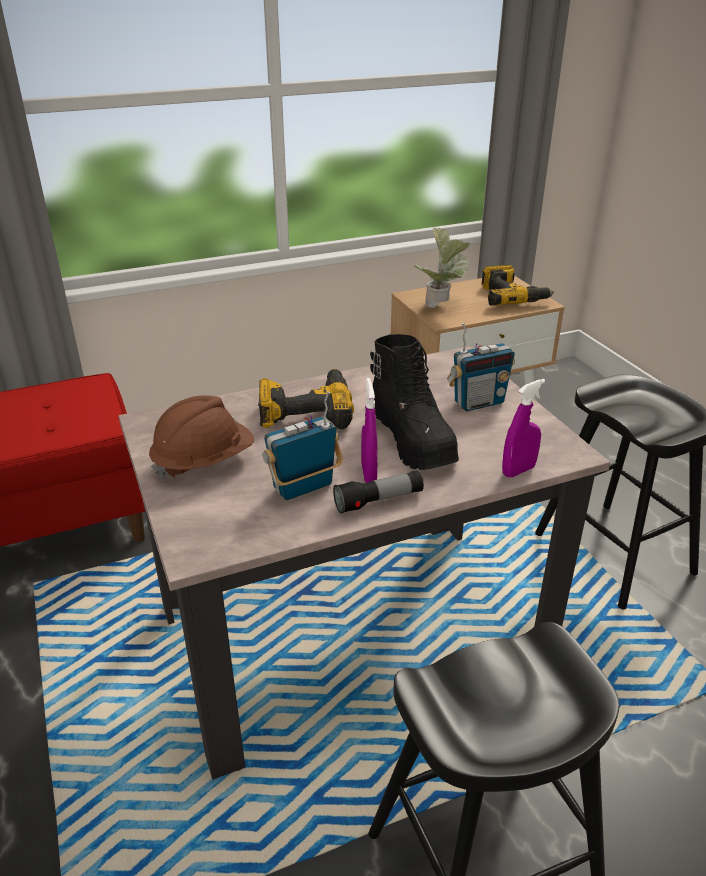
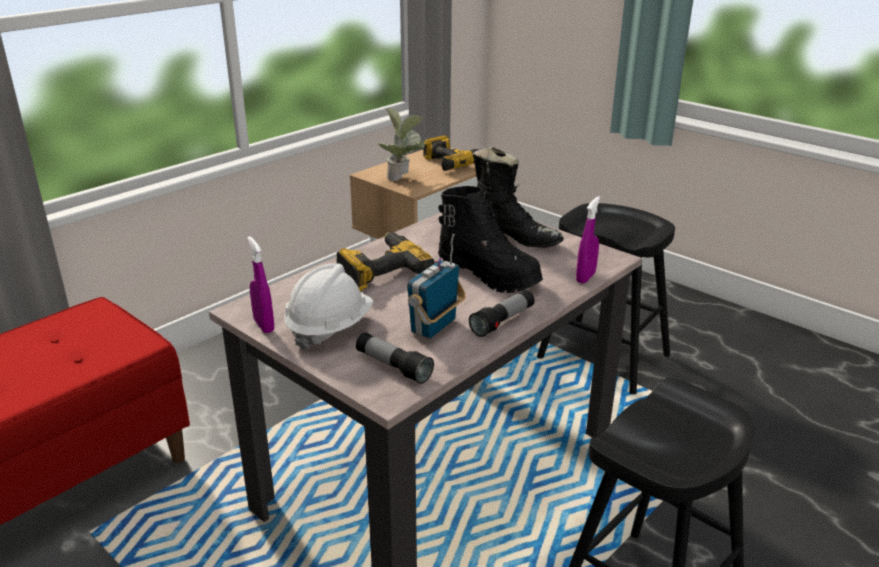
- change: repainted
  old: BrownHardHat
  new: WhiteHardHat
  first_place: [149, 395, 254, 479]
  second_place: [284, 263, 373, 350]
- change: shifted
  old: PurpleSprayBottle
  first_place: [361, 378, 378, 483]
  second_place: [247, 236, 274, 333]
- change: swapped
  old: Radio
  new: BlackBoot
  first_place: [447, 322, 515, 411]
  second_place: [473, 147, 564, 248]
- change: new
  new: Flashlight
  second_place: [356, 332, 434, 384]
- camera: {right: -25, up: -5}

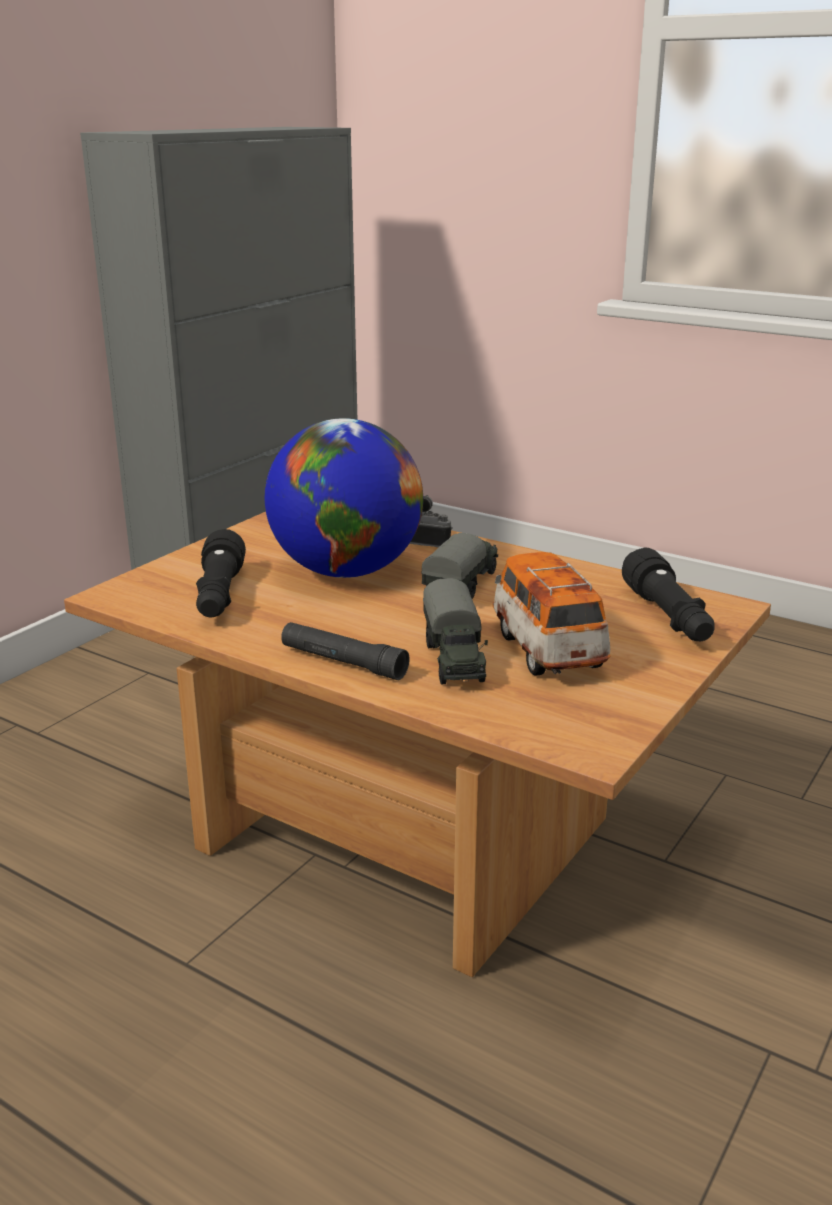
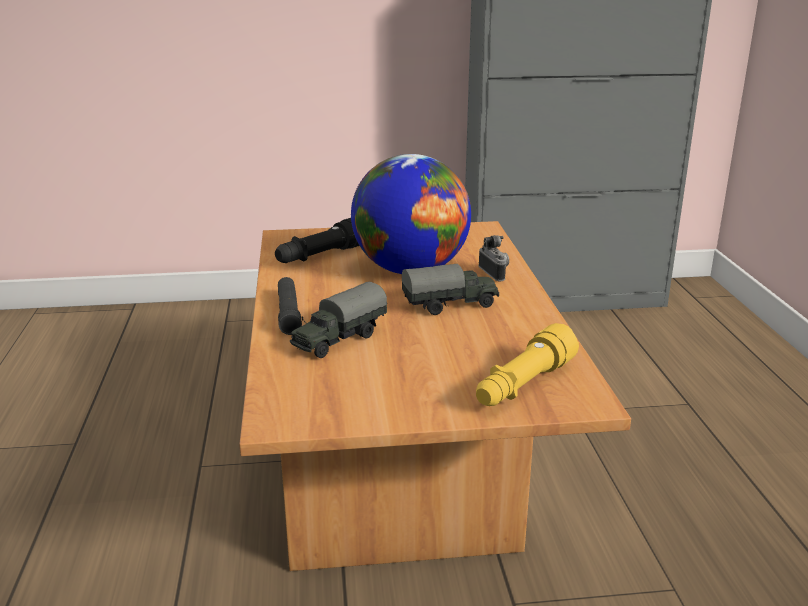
- change: gone
  old: ToyCar
  first_place: [493, 552, 610, 676]
- change: repainted
  old: BlackFlashlight
  new: YellowFlashlight
  first_place: [622, 547, 715, 641]
  second_place: [476, 323, 579, 406]
- camera: {right: 50, up: 0}

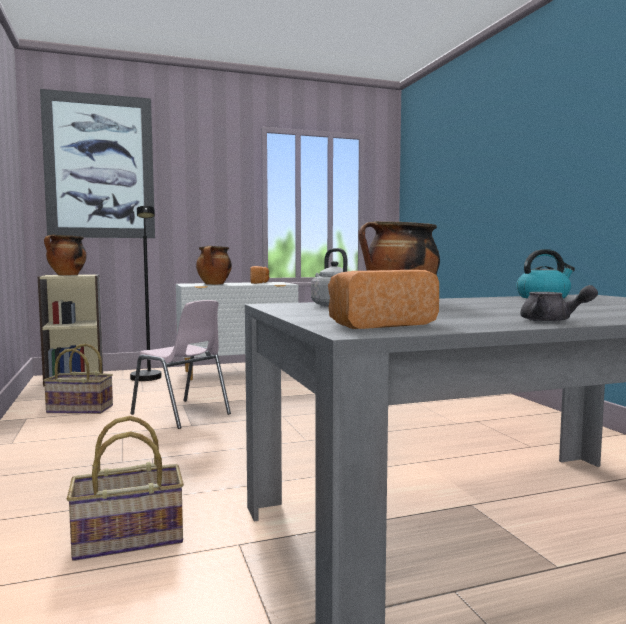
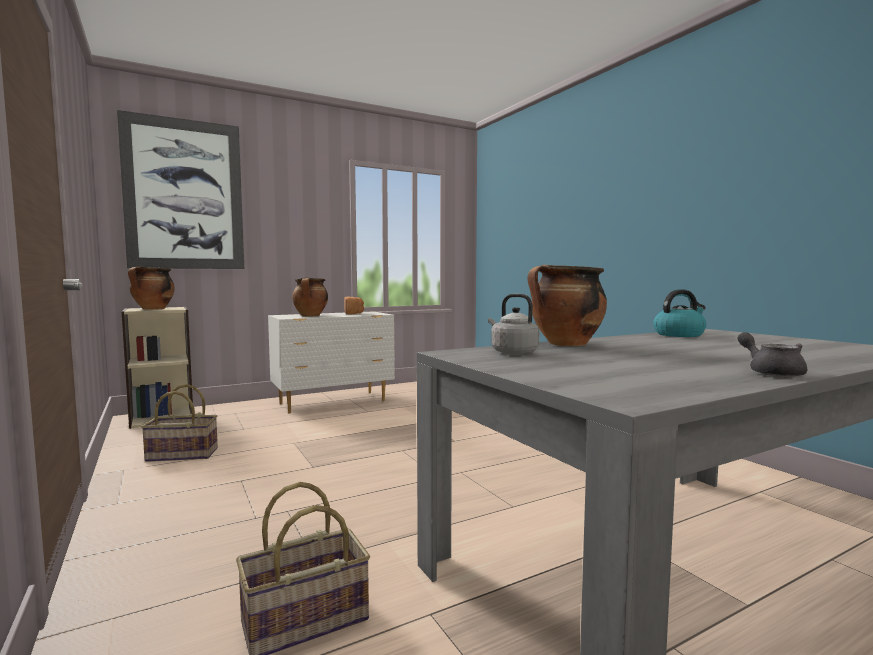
- change: gone
  old: BlackFloorLamp
  first_place: [130, 206, 161, 381]
- change: gone
  old: PinkChair
  first_place: [130, 300, 231, 429]
- change: gone
  old: Bread
  first_place: [328, 270, 439, 329]
- change: rotated
  old: GreyTeapot
  first_place: [520, 285, 598, 322]
  second_place: [737, 332, 807, 377]
  degrees: -135
- camera: {right: -10, up: 0}

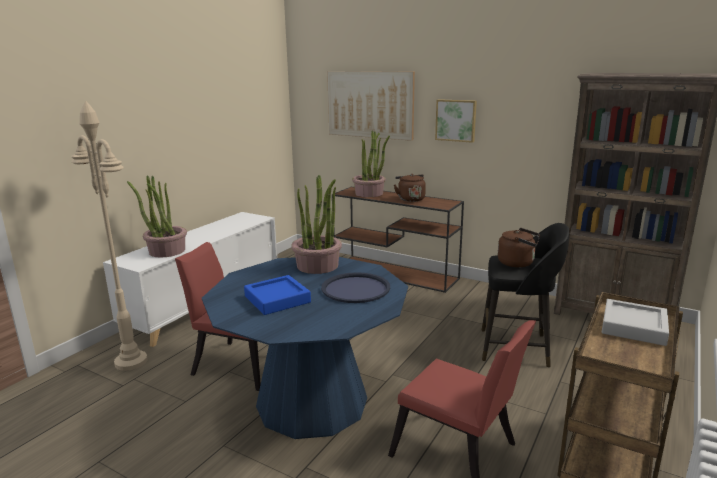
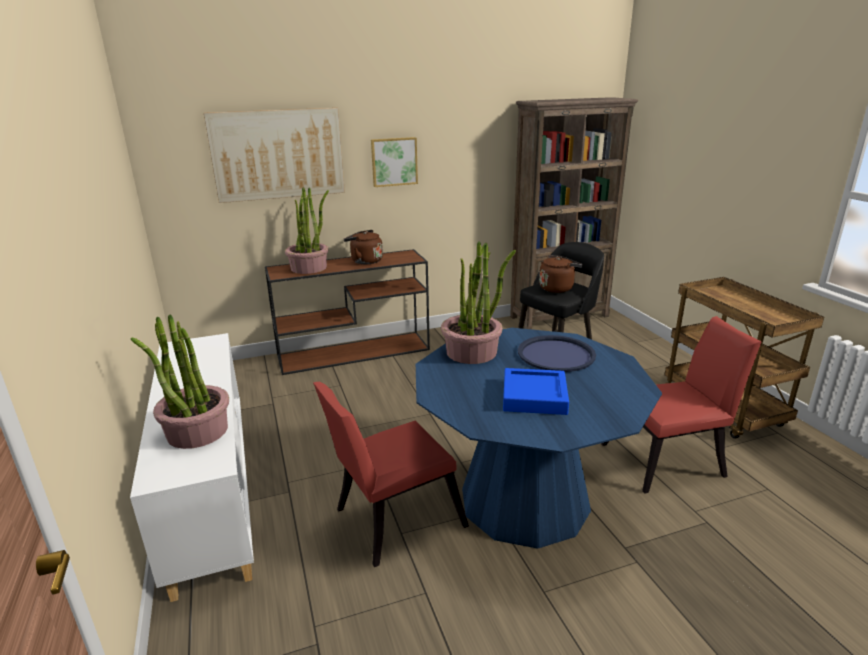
- change: gone
  old: BeigeFloorLamp
  first_place: [71, 100, 148, 371]
- change: gone
  old: GreyTray
  first_place: [602, 299, 669, 346]
- camera: {right: -50, up: 5}

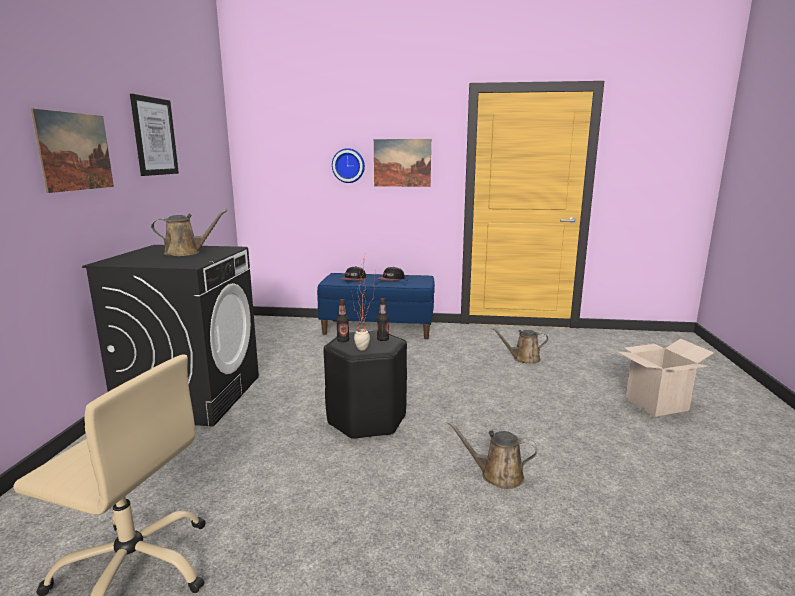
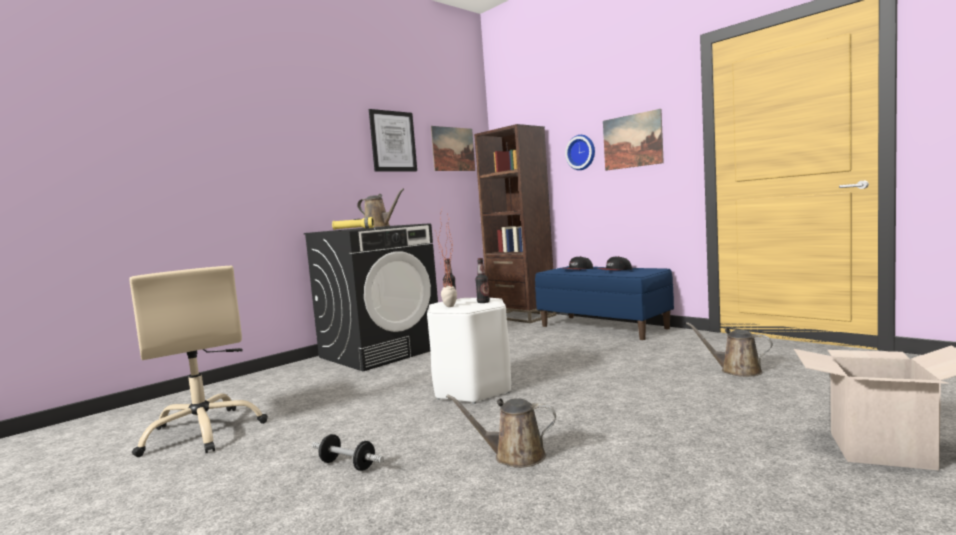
- change: shifted
  old: Picture
  first_place: [31, 109, 114, 193]
  second_place: [431, 126, 475, 171]
- change: repainted
  old: BlackStool
  new: WhiteStool
  first_place: [323, 331, 407, 440]
  second_place: [427, 298, 511, 404]
- change: rotated
  old: BrownWateringCan
  first_place: [446, 421, 537, 489]
  second_place: [446, 394, 556, 468]
  degrees: -45
- change: new
  new: Dumbbell
  second_place: [312, 434, 384, 471]
- change: new
  new: YellowFlashlight
  second_place: [332, 217, 374, 230]
- change: new
  new: BrownBookcase
  second_place: [474, 124, 556, 323]
- camera: {right: 40, up: -10}

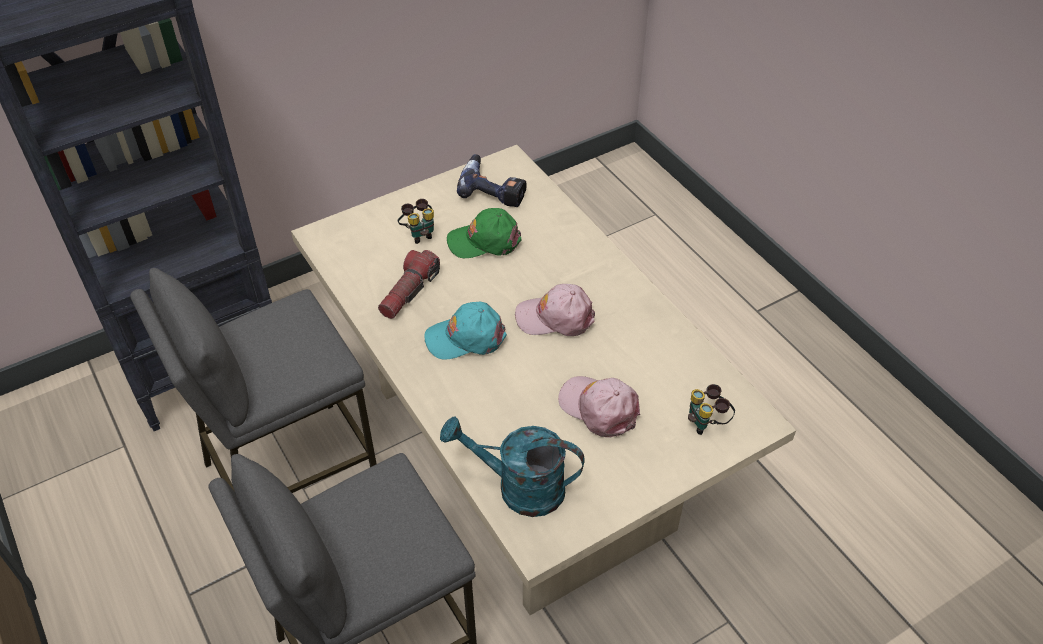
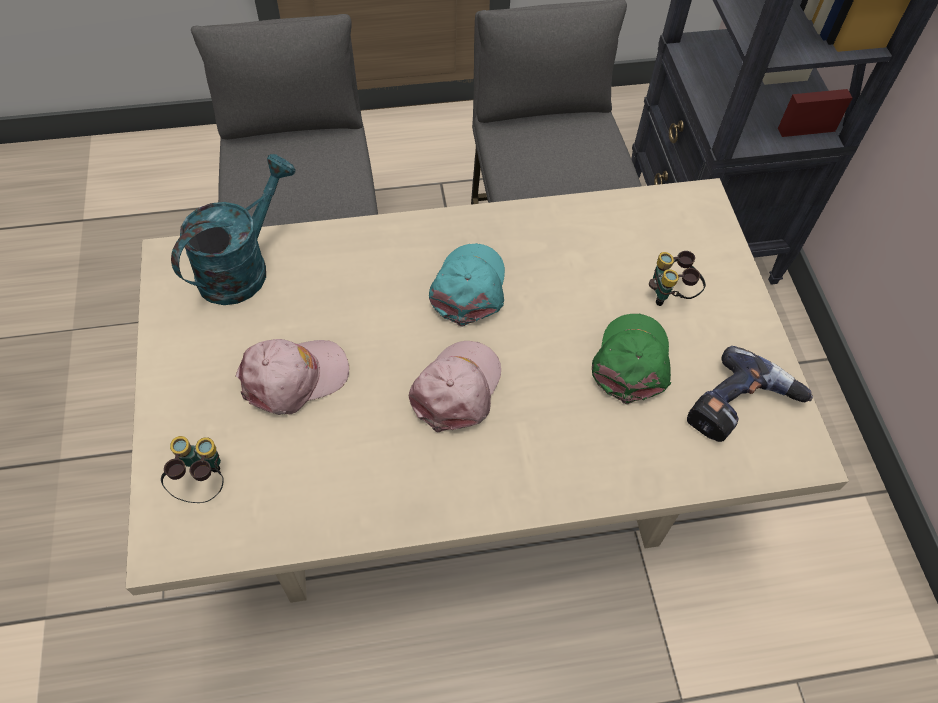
- change: gone
  old: Flashlight
  first_place: [378, 250, 440, 319]
- camera: {right: 110, up: 10}

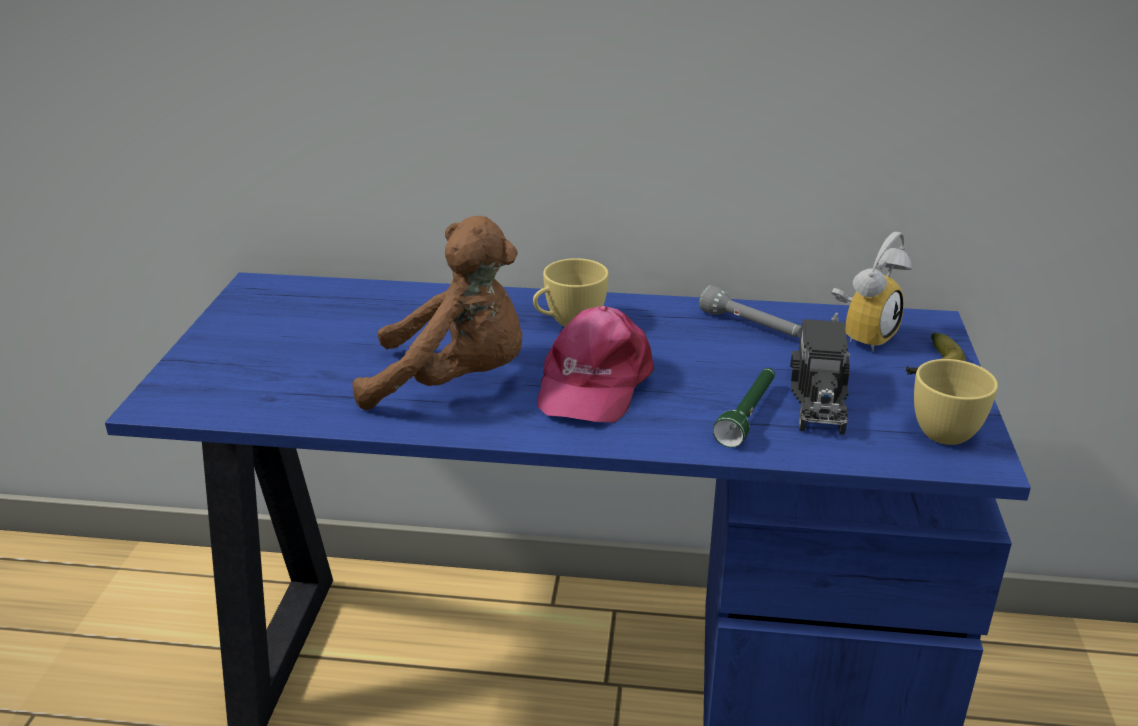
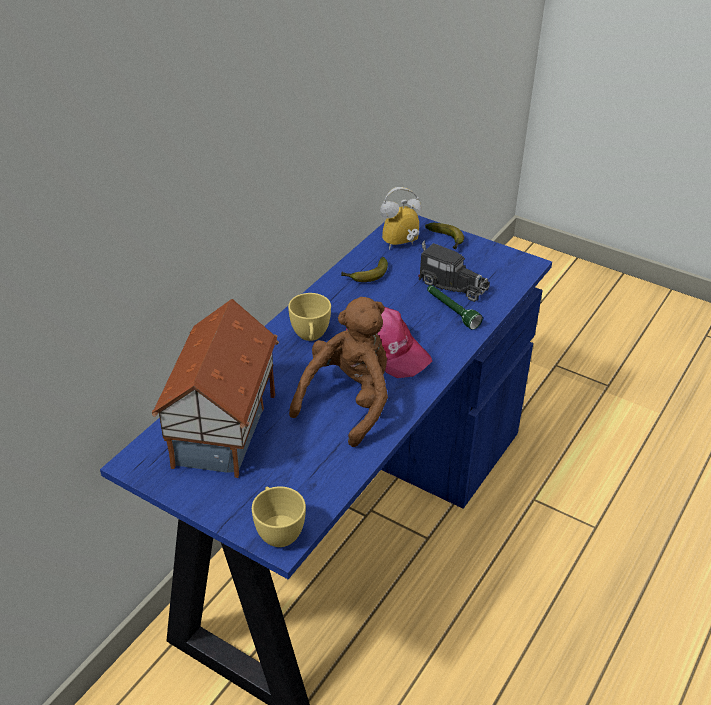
- change: swapped
  old: GreyFlashlight
  new: Banana
  first_place: [699, 285, 802, 337]
  second_place: [341, 257, 388, 282]
- change: rotated
  old: AlarmClock
  first_place: [832, 232, 912, 352]
  second_place: [380, 187, 422, 250]
  degrees: -90
- change: shifted
  old: YellowCup
  first_place: [914, 359, 998, 445]
  second_place: [252, 486, 306, 547]
- change: new
  new: ToyHouse
  second_place: [151, 299, 279, 478]
- camera: {right: -65, up: 10}

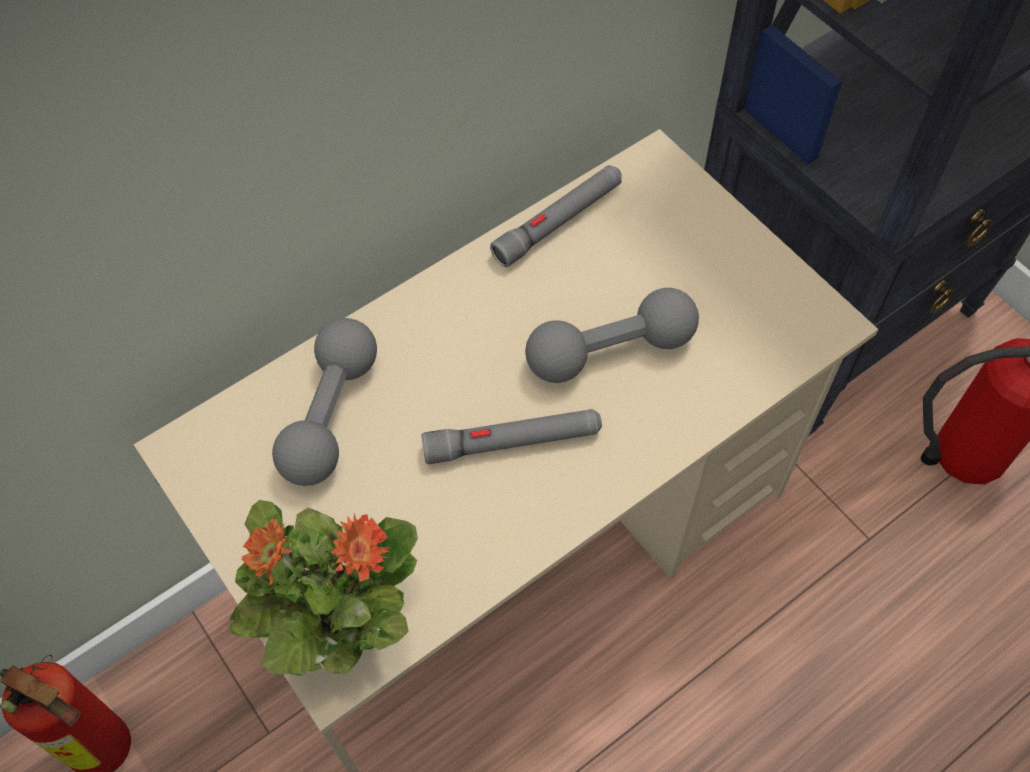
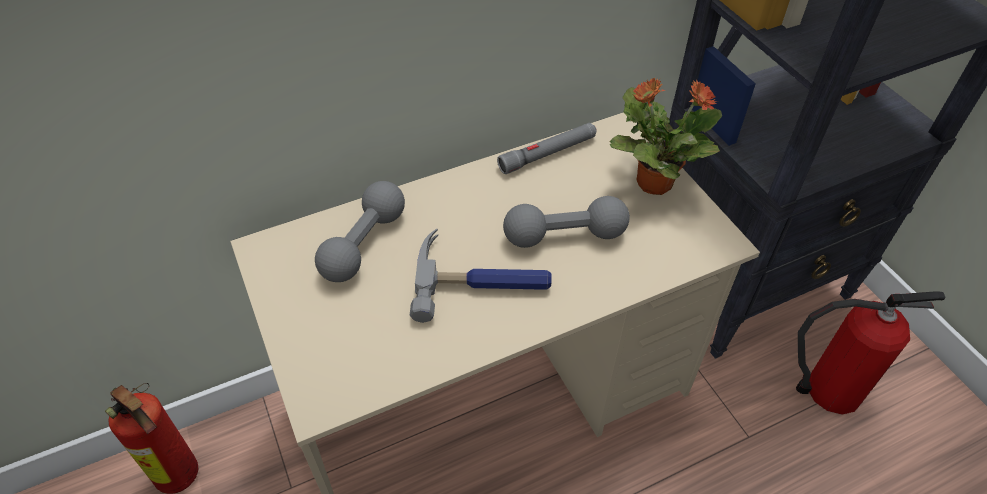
- change: shifted
  old: PottedPlant
  first_place: [229, 500, 418, 676]
  second_place: [609, 78, 722, 195]
- change: swapped
  old: GreyFlashlight
  new: Hammer
  first_place: [422, 409, 602, 464]
  second_place: [410, 229, 552, 323]
- camera: {right: 10, up: -10}

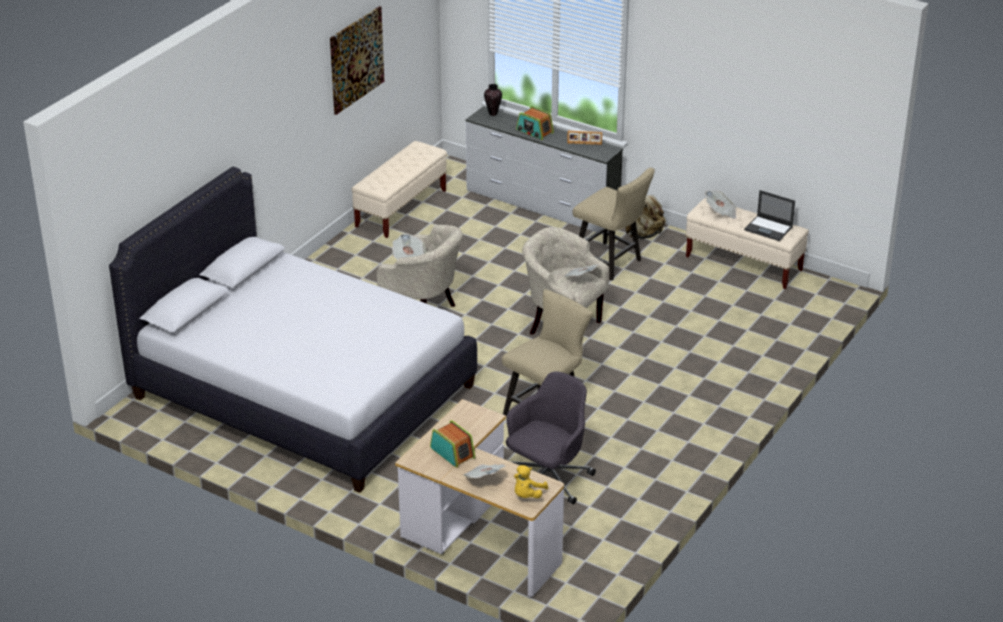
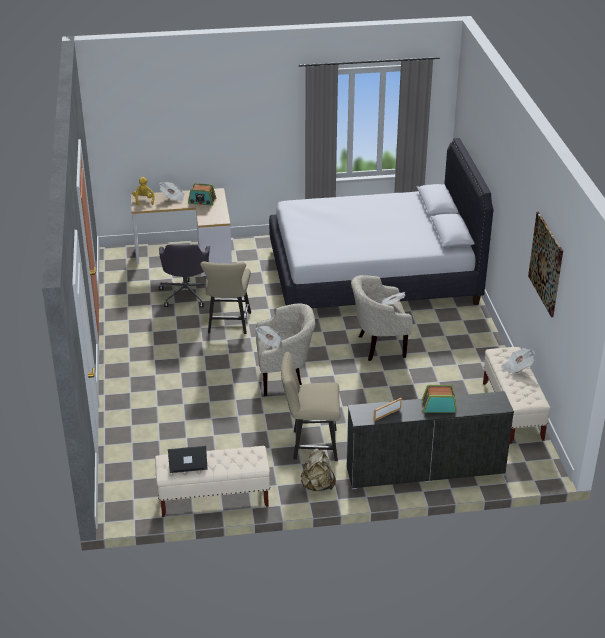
- change: gone
  old: Vase
  first_place: [484, 84, 502, 116]
- change: shifted
  old: Newspaper
  first_place: [705, 190, 737, 219]
  second_place: [501, 348, 535, 375]
- camera: {right: 140, up: 0}

